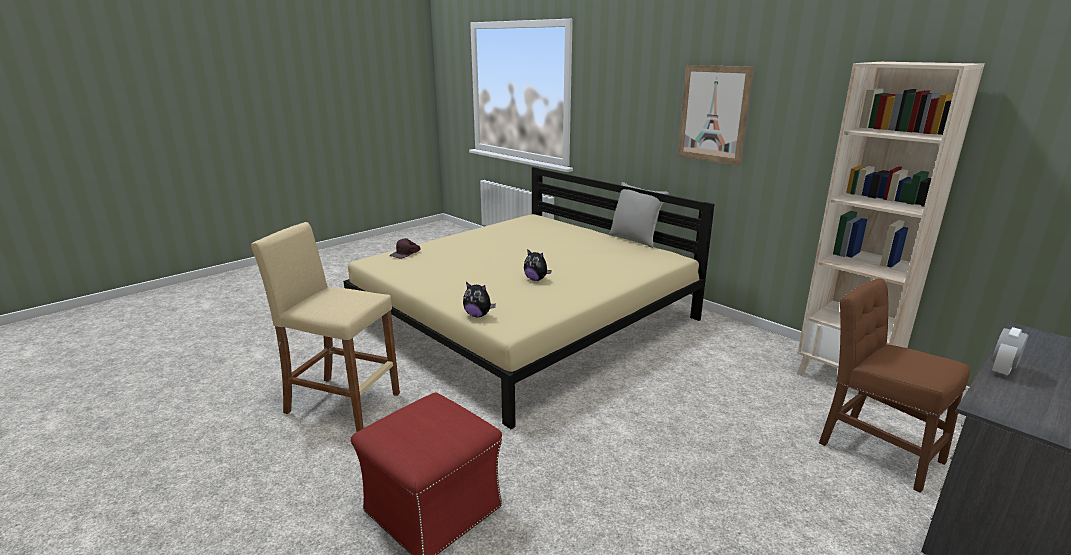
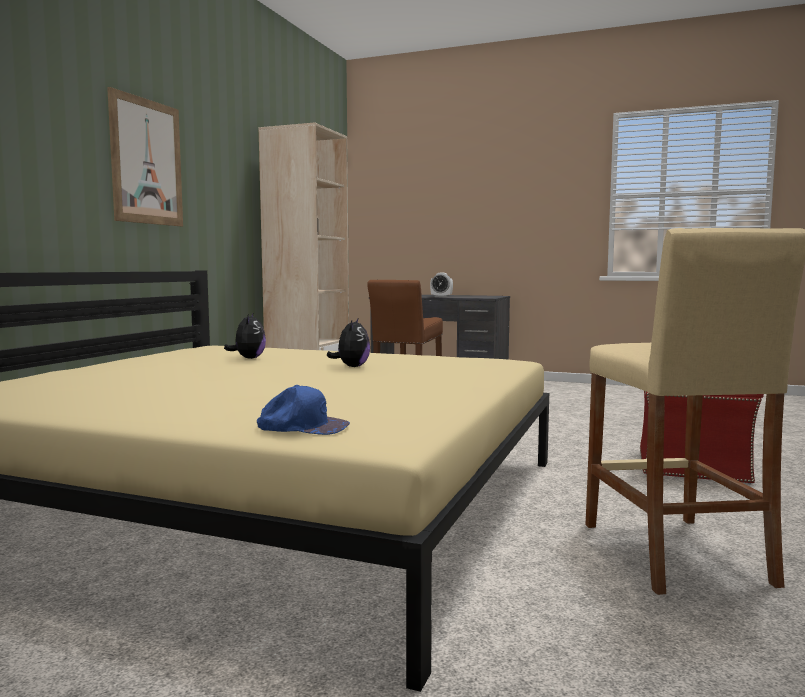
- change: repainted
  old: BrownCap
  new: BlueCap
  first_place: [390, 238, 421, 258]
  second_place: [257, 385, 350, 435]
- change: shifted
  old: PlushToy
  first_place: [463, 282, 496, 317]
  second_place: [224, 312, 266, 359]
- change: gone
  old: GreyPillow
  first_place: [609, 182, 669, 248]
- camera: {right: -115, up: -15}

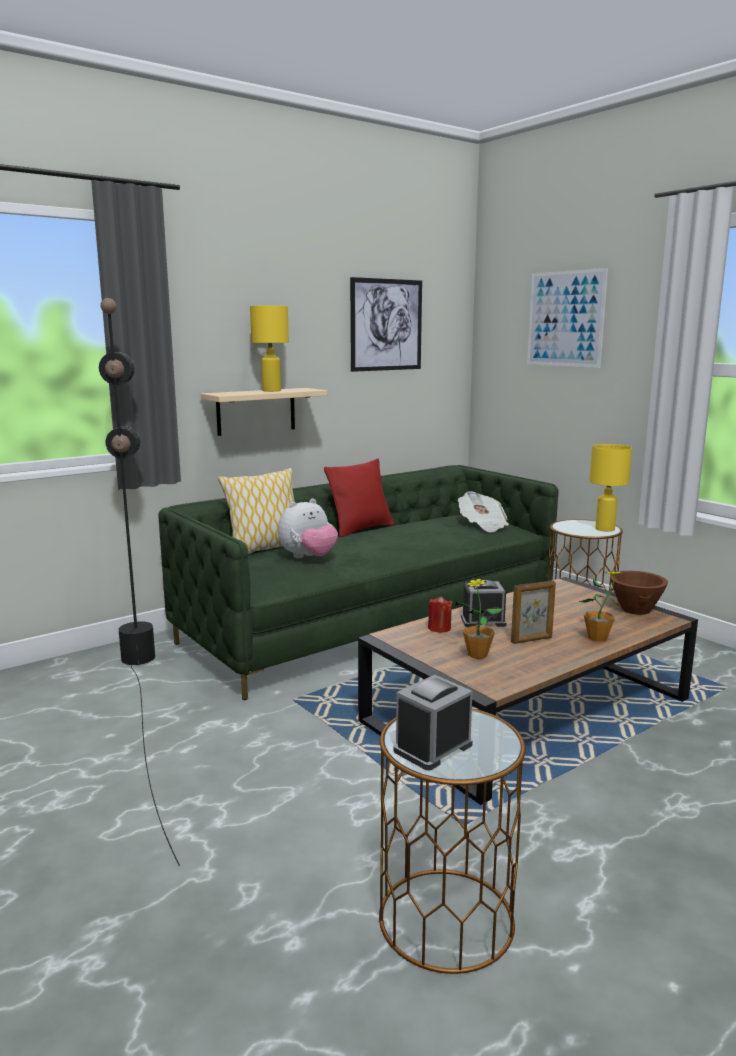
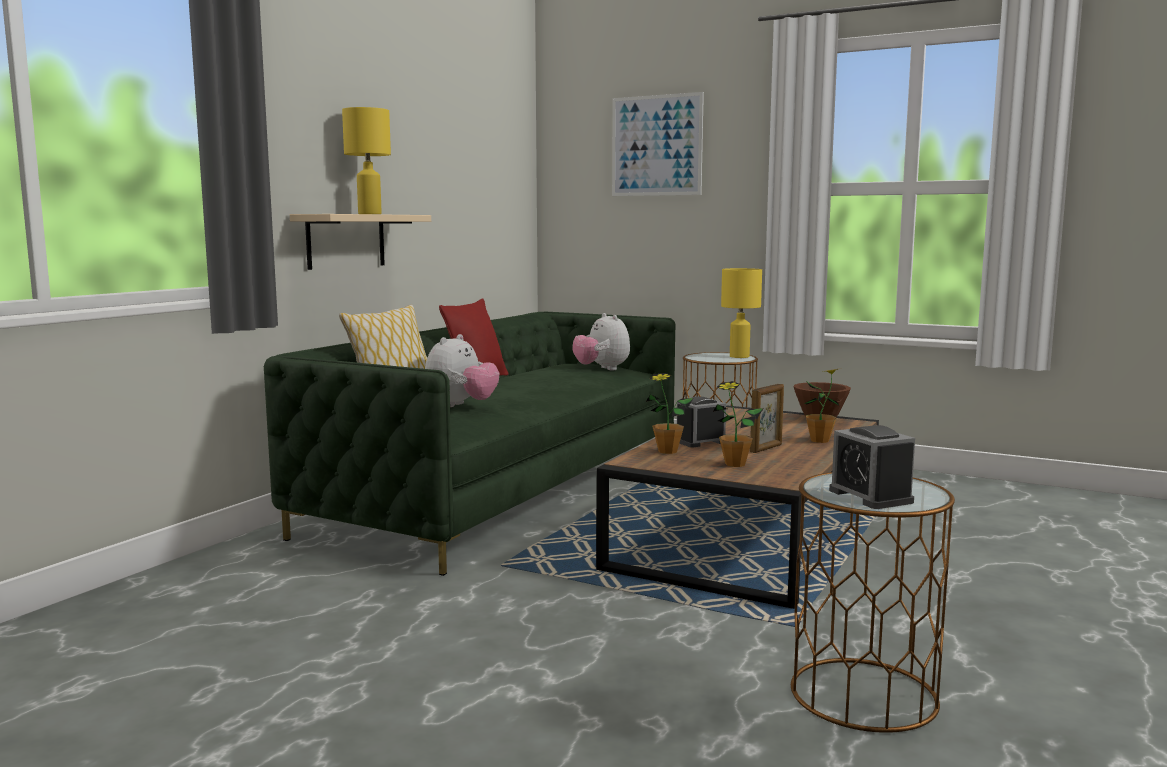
- change: gone
  old: BlackFloorLamp
  first_place: [99, 298, 180, 866]
- change: gone
  old: Picture
  first_place: [350, 277, 422, 372]
- change: rotated
  old: AlarmClock
  first_place: [393, 675, 473, 770]
  second_place: [829, 425, 915, 509]
  degrees: -45
- change: swapped
  old: RedCandle
  new: PottedPlant
  first_place: [428, 596, 452, 633]
  second_place: [646, 373, 693, 454]
- change: swapped
  old: Newspaper
  new: PlushToy
  first_place: [458, 491, 509, 533]
  second_place: [572, 313, 630, 370]
- camera: {right: -25, up: -5}

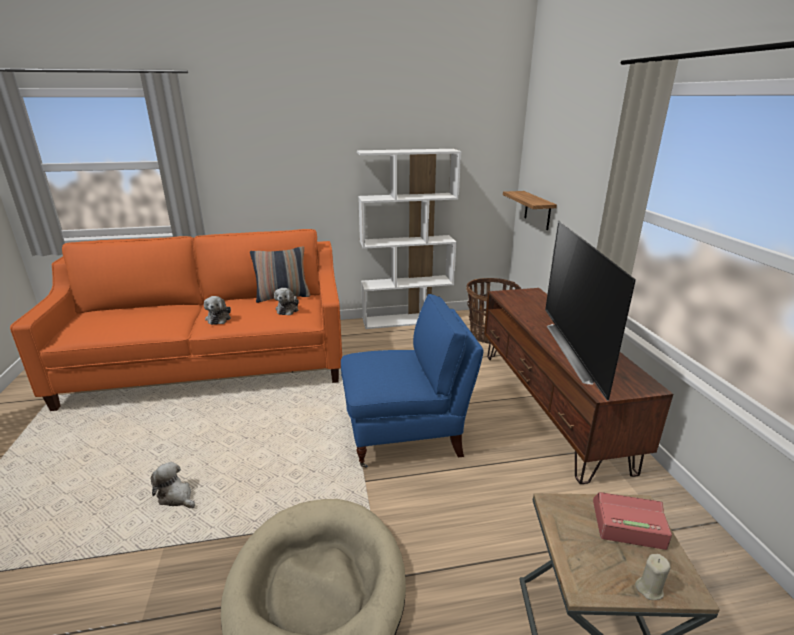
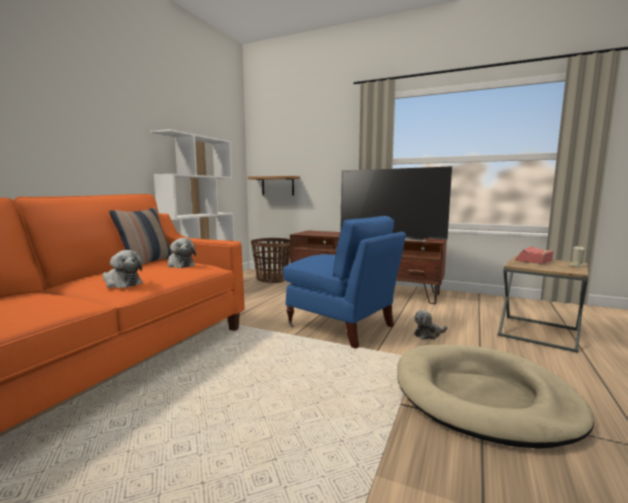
- change: shifted
  old: PlushToy
  first_place: [151, 462, 195, 508]
  second_place: [414, 310, 447, 340]
- change: rotated
  old: BlueArmchair
  first_place: [341, 294, 483, 468]
  second_place: [283, 216, 406, 349]
  degrees: 105
- camera: {right: -55, up: -15}

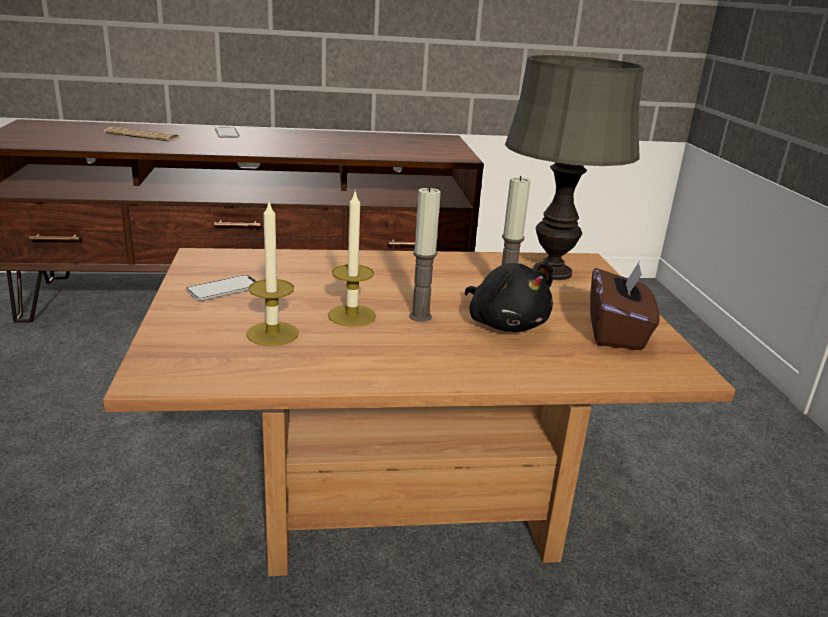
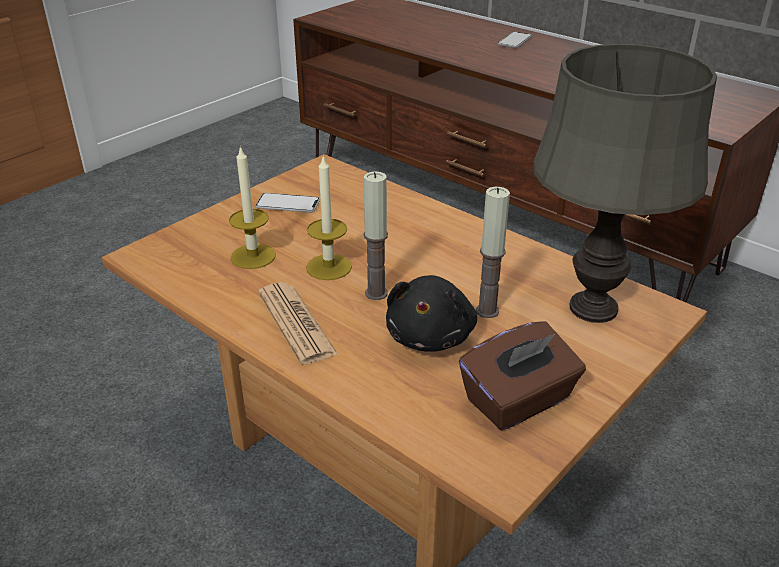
- change: shifted
  old: Newspaper
  first_place: [104, 127, 179, 142]
  second_place: [258, 282, 338, 364]
- camera: {right: 50, up: 10}

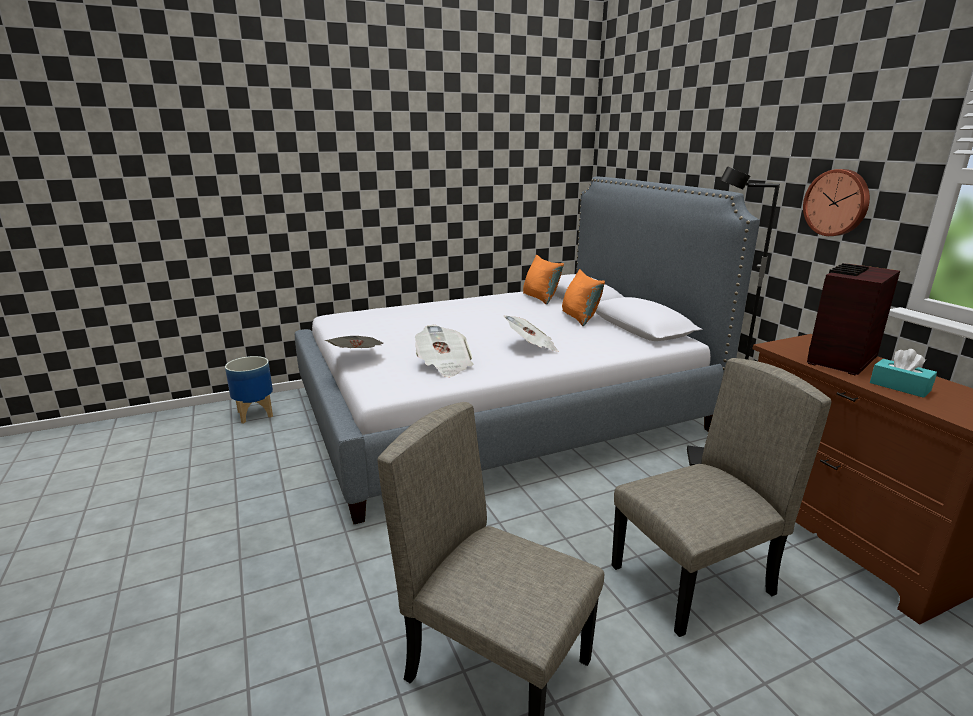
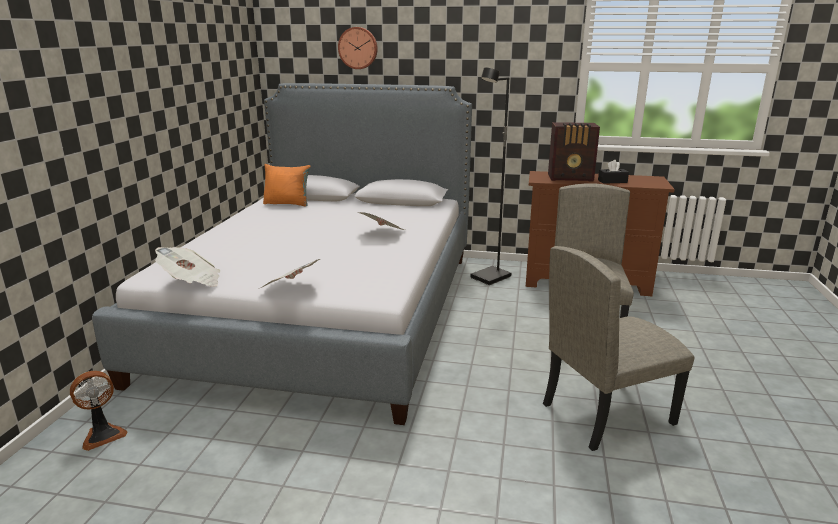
- change: swapped
  old: Planter
  new: Fan
  first_place: [225, 356, 273, 424]
  second_place: [70, 371, 128, 451]
- change: shifted
  old: Newspaper
  first_place: [415, 325, 474, 378]
  second_place: [155, 247, 220, 287]
- change: gone
  old: OrangePillow
  first_place: [562, 269, 605, 326]
- change: shifted
  old: WallClock
  first_place: [803, 169, 870, 236]
  second_place: [338, 27, 378, 69]
- change: rotated
  old: Radio
  first_place: [807, 263, 900, 376]
  second_place: [548, 122, 600, 182]
  degrees: -75
- change: repainted
  old: TurquoiseTissueBox
  new: BlackTissueBox
  first_place: [870, 349, 937, 398]
  second_place: [598, 160, 629, 184]
- camera: {right: -55, up: 0}

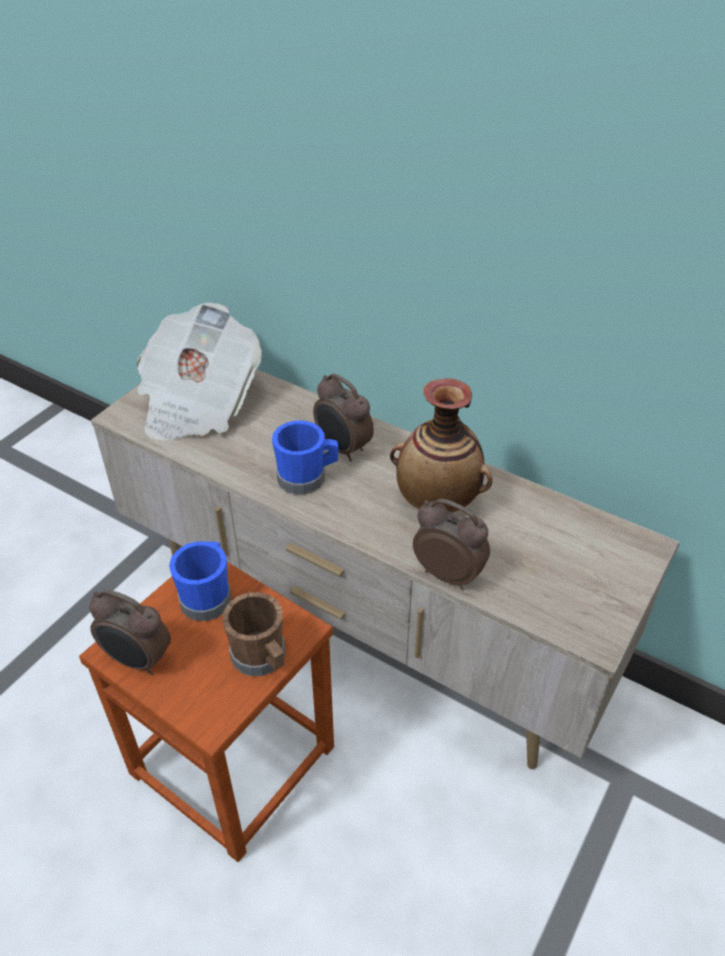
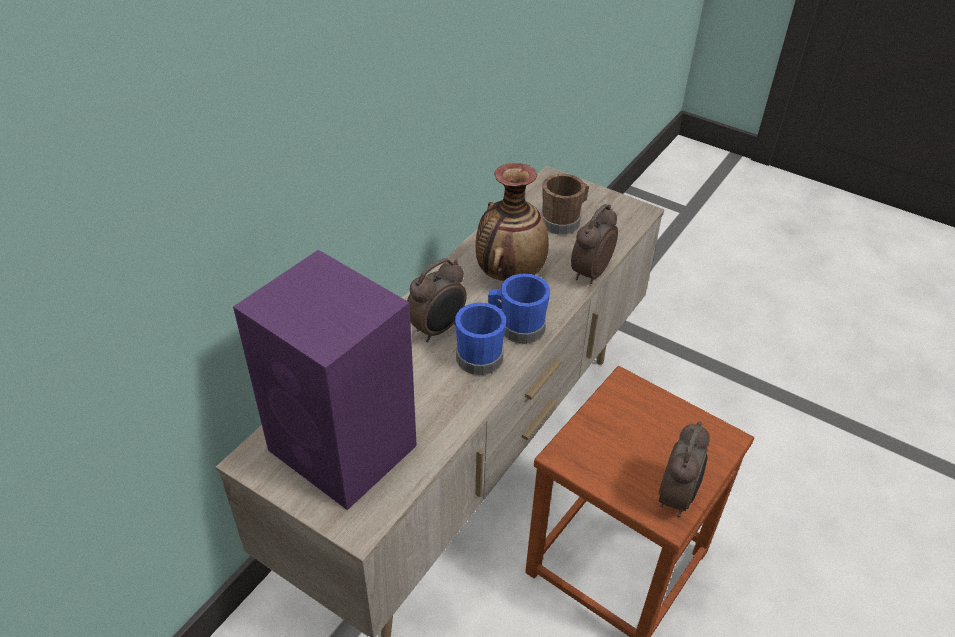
- change: swapped
  old: Newspaper
  new: PurpleSpeaker
  first_place: [136, 303, 262, 440]
  second_place: [233, 250, 417, 510]
- change: shifted
  old: BlueMug
  first_place: [169, 541, 232, 621]
  second_place: [488, 274, 550, 344]
- change: shifted
  old: BrownMug
  first_place: [223, 592, 285, 676]
  second_place: [541, 174, 589, 235]
- camera: {right: -90, up: 0}

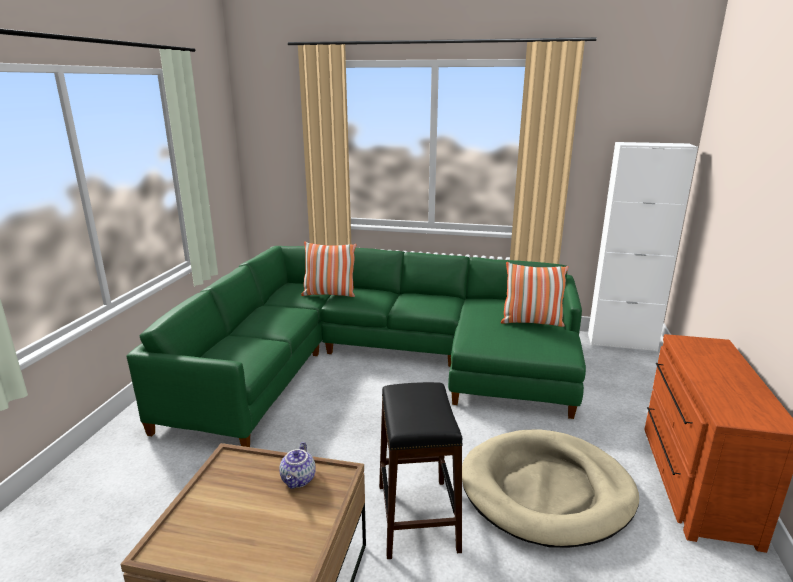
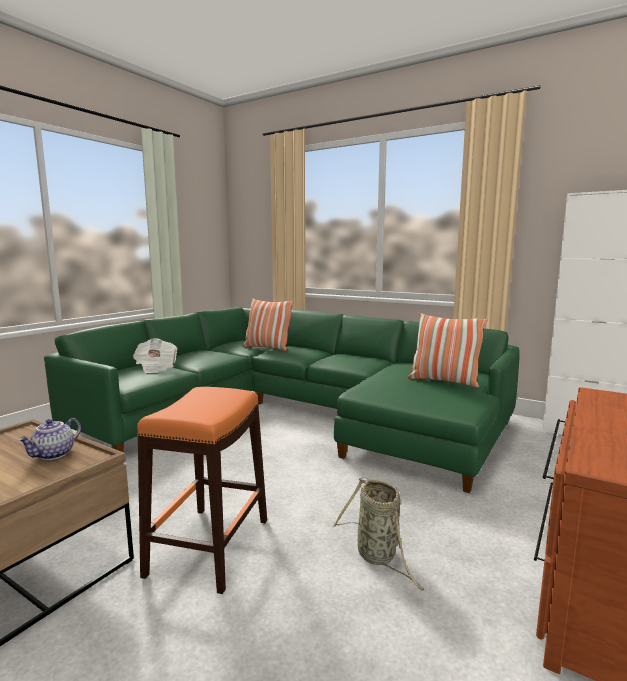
- change: repainted
  old: BlackStool
  new: OrangeStool
  first_place: [379, 382, 463, 559]
  second_place: [137, 387, 267, 594]
- change: swapped
  old: BeigeDogBed
  new: Basket
  first_place: [462, 429, 639, 548]
  second_place: [333, 477, 424, 591]
- change: new
  new: Newspaper
  second_place: [133, 338, 178, 373]
- camera: {right: 20, up: -10}

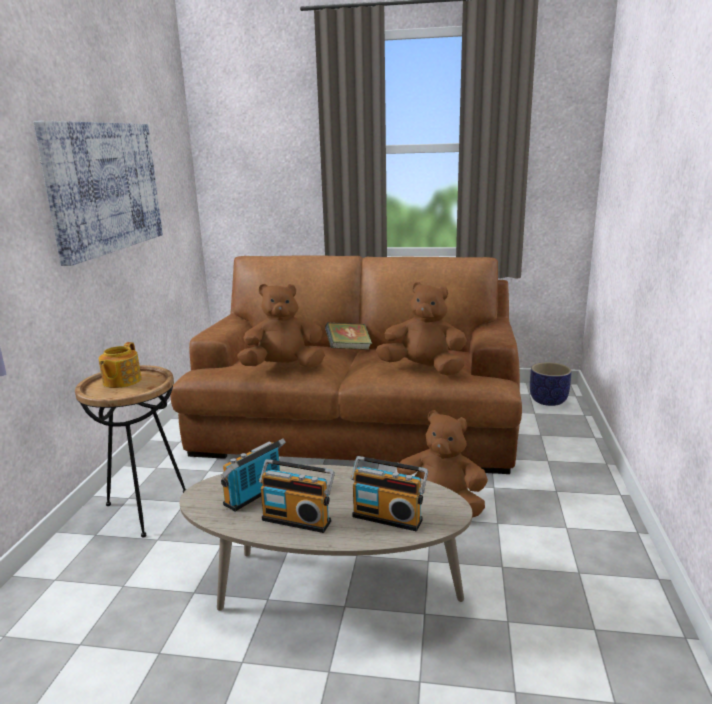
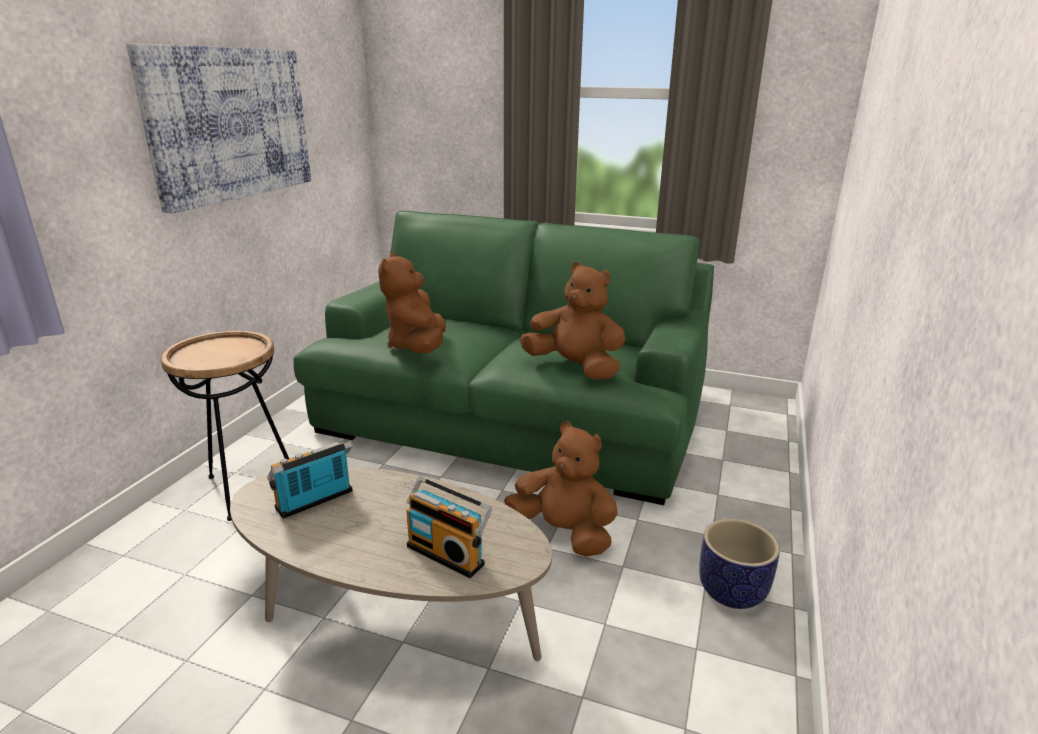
- change: gone
  old: Teapot
  first_place: [98, 342, 142, 388]
- change: repainted
  old: BrownSofa
  new: GreenSofa
  first_place: [170, 255, 522, 474]
  second_place: [293, 211, 714, 505]
- change: rotated
  old: BrownPlushToy
  first_place: [237, 284, 325, 367]
  second_place: [378, 252, 446, 353]
  degrees: -90
- change: gone
  old: Radio
  first_place: [259, 459, 335, 533]
- change: gone
  old: Book
  first_place: [325, 322, 372, 350]
- change: shifted
  old: Planter
  first_place: [530, 362, 572, 406]
  second_place: [699, 519, 780, 609]
- camera: {right: 10, up: 5}

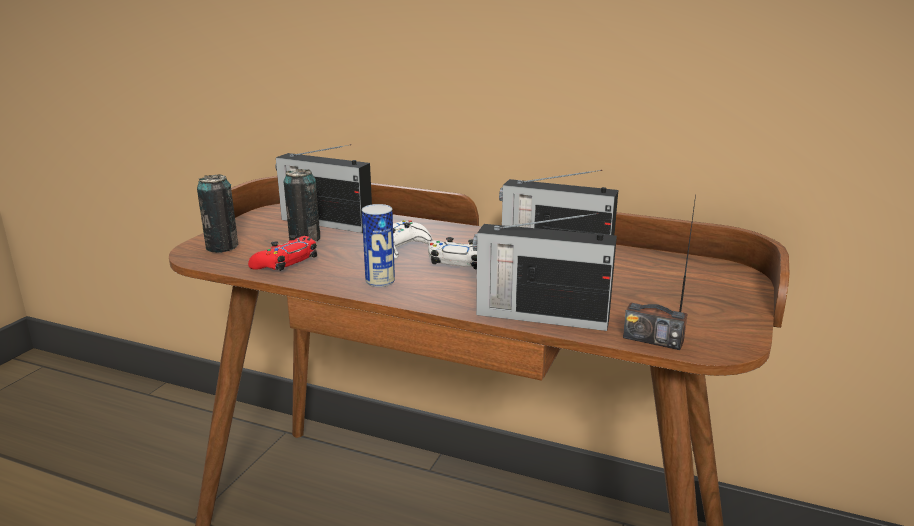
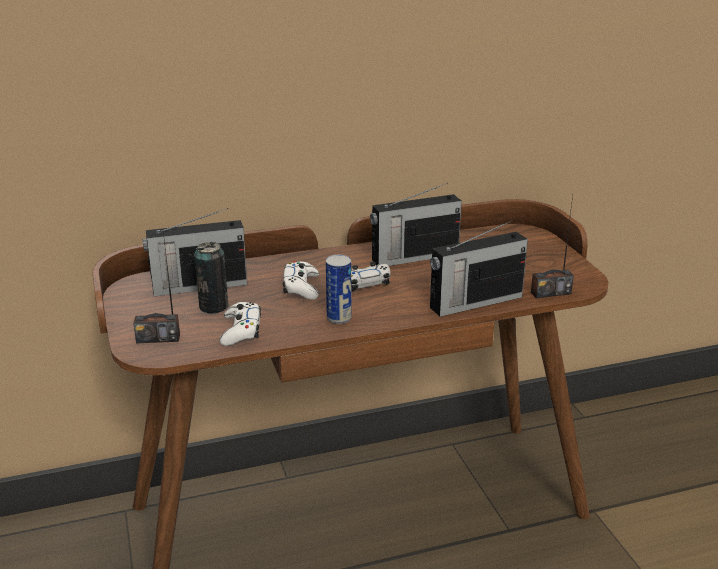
- change: swapped
  old: Can
  new: Radio
  first_place: [197, 174, 238, 253]
  second_place: [133, 232, 180, 343]
- change: repainted
  old: RedGameController
  new: WhiteGameController
  first_place: [248, 235, 317, 271]
  second_place: [219, 302, 261, 346]
- camera: {right: -40, up: 5}

